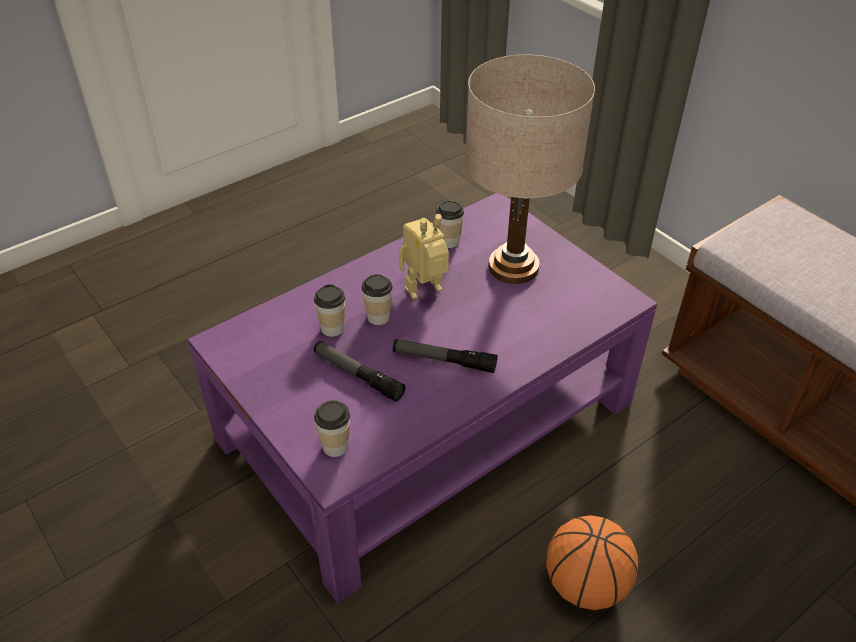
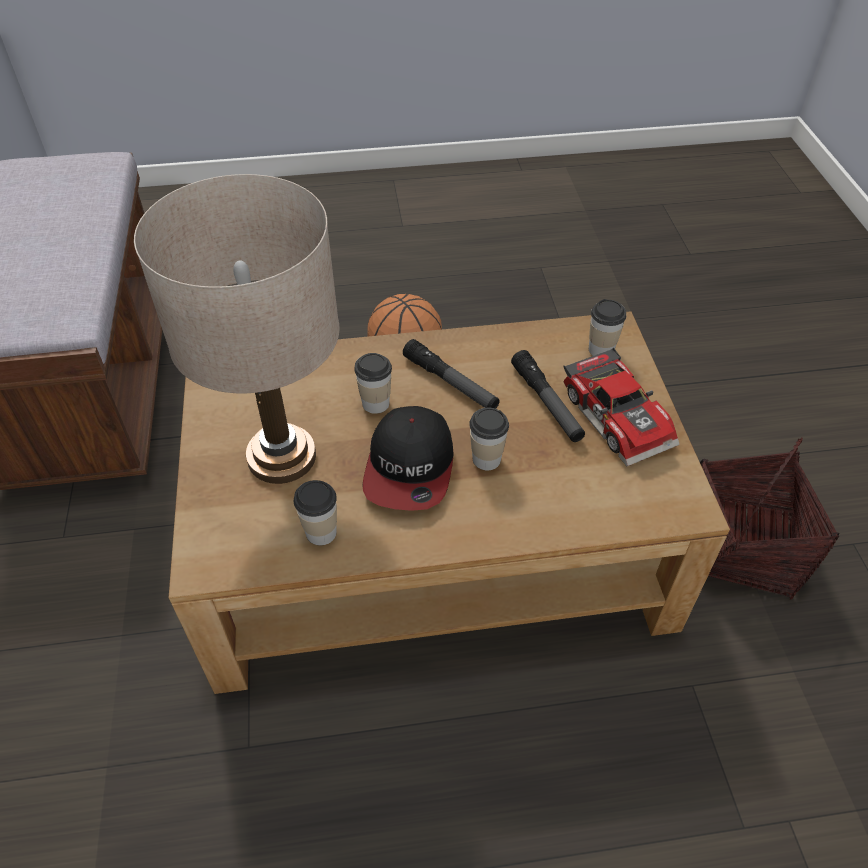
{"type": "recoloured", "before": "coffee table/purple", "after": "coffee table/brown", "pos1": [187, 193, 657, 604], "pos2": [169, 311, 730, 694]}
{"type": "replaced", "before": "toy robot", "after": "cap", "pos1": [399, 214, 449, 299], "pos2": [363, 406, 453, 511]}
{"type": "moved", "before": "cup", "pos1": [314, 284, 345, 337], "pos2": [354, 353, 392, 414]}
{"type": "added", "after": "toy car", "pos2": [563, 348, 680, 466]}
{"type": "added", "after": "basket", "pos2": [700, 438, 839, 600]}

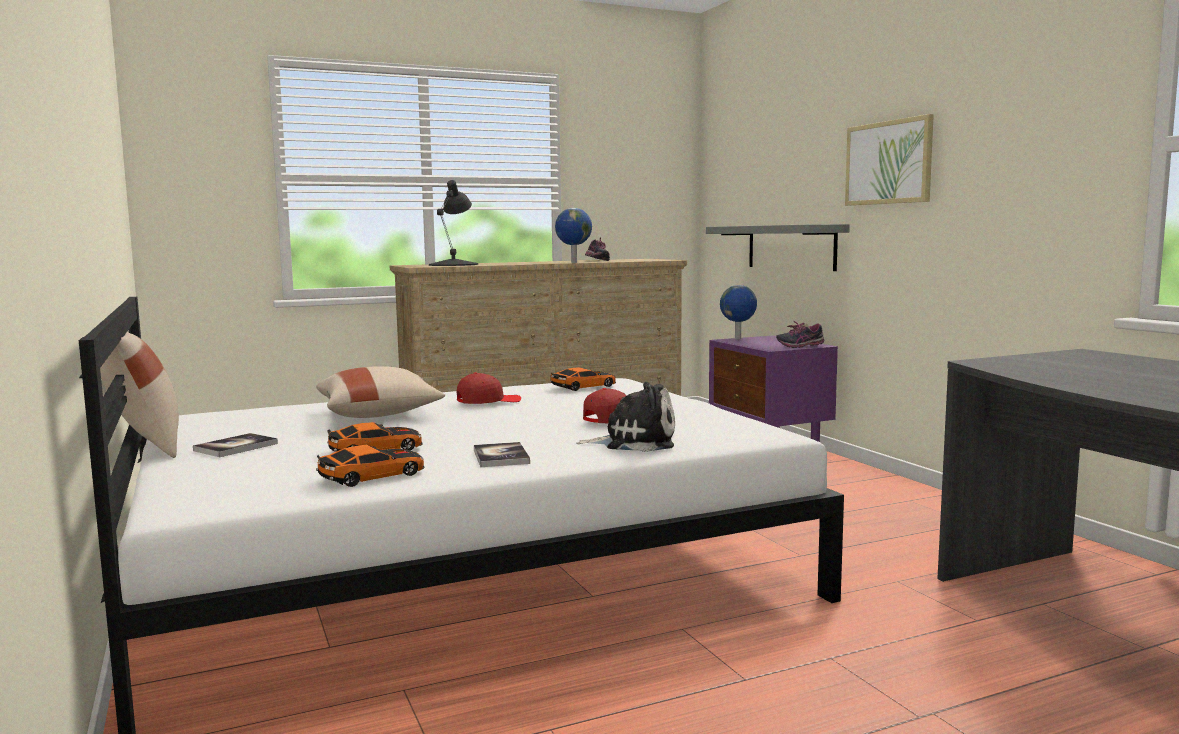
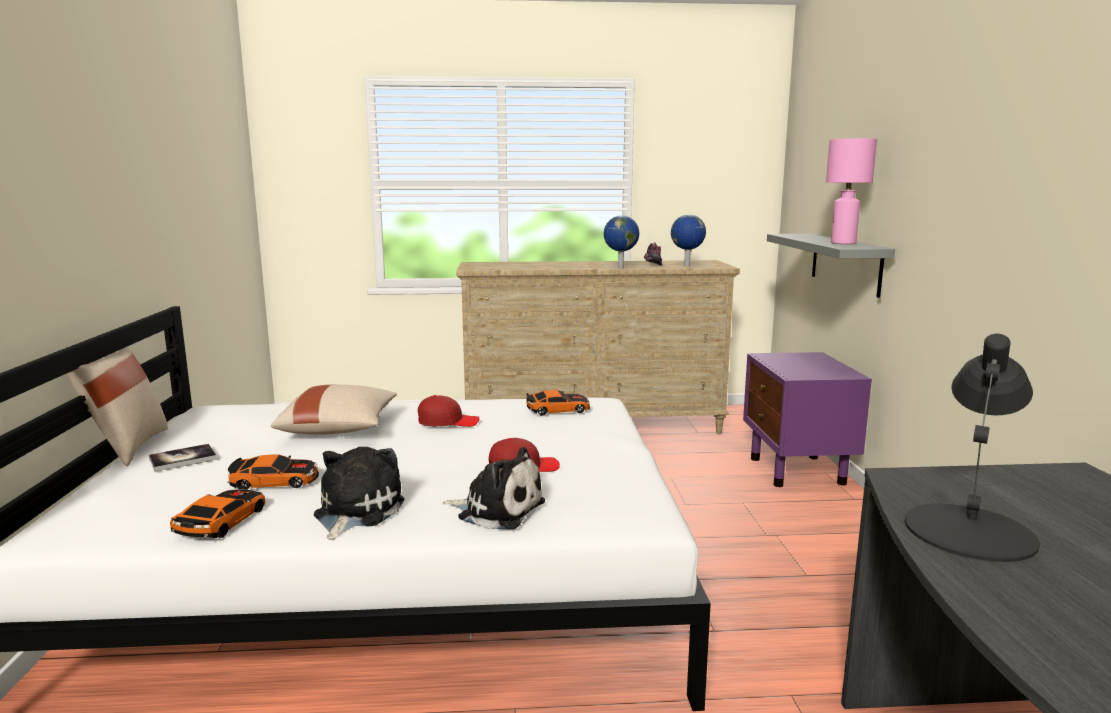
{"type": "removed", "before": "picture", "pos1": [845, 114, 934, 206]}
{"type": "moved", "before": "table lamp/black", "pos1": [429, 180, 478, 266], "pos2": [905, 334, 1040, 562]}
{"type": "moved", "before": "globe", "pos1": [720, 285, 757, 339], "pos2": [671, 214, 706, 266]}
{"type": "removed", "before": "shoe", "pos1": [776, 321, 825, 348]}
{"type": "replaced", "before": "book", "after": "plush toy", "pos1": [474, 442, 530, 467], "pos2": [314, 447, 404, 540]}
{"type": "turned", "before": "toy car", "pos1": [316, 445, 425, 487], "pos2": [170, 489, 265, 538], "turn": -60}
{"type": "added", "after": "table lamp/pink", "pos2": [826, 138, 877, 244]}

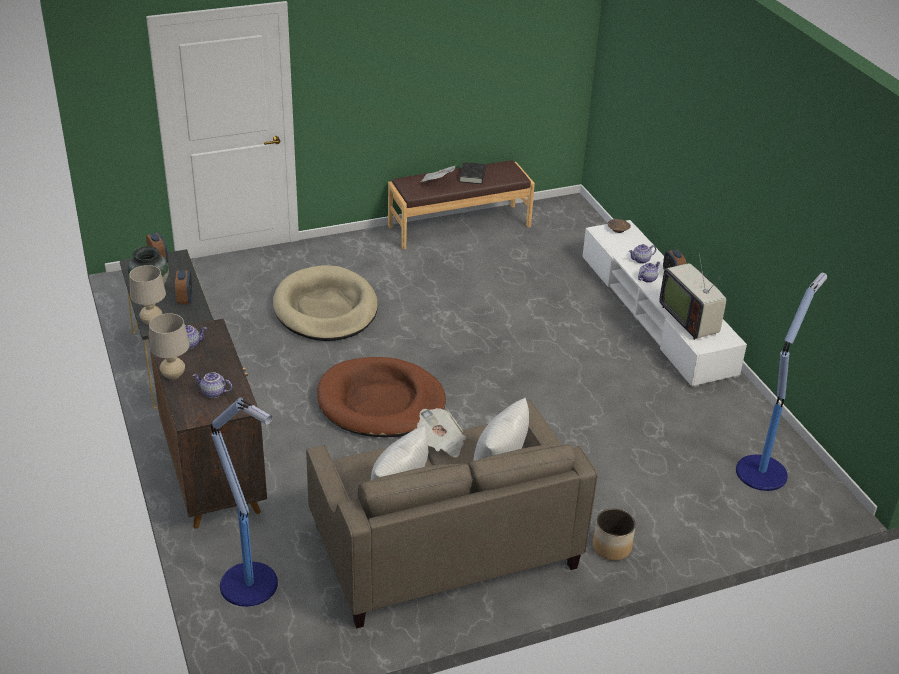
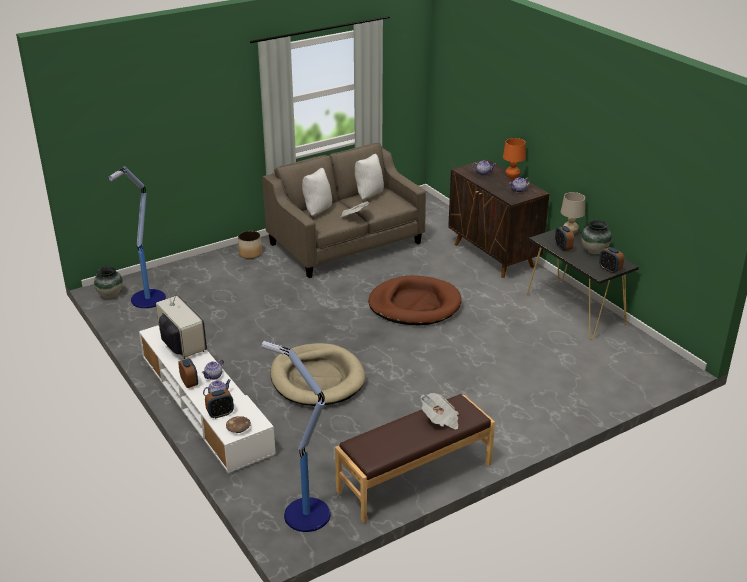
{"type": "removed", "before": "book/black", "pos1": [460, 162, 486, 184]}
{"type": "moved", "before": "dog bed/beige", "pos1": [273, 265, 378, 341], "pos2": [270, 343, 365, 406]}
{"type": "recoloured", "before": "table lamp/beige", "after": "table lamp/orange", "pos1": [149, 313, 189, 380], "pos2": [503, 138, 526, 179]}
{"type": "moved", "before": "floor lamp", "pos1": [211, 397, 278, 607], "pos2": [262, 341, 331, 532]}
{"type": "added", "after": "vase", "pos2": [94, 266, 123, 298]}
{"type": "added", "after": "alarm clock", "pos2": [205, 389, 234, 419]}

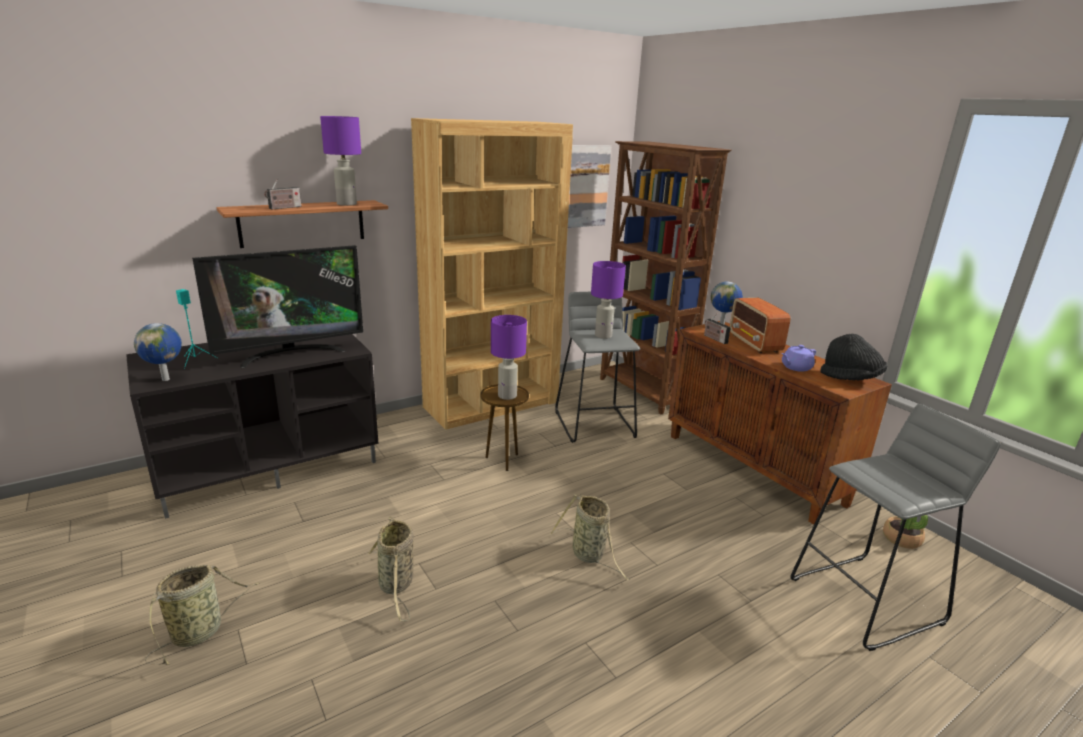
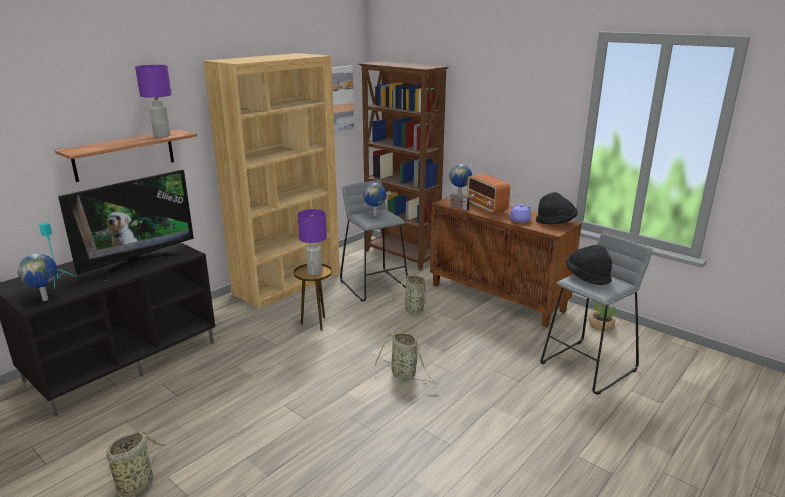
{"type": "removed", "before": "radio", "pos1": [264, 178, 302, 209]}
{"type": "replaced", "before": "table lamp/purple", "after": "globe", "pos1": [591, 261, 626, 339], "pos2": [363, 183, 386, 217]}
{"type": "moved", "before": "basket", "pos1": [367, 517, 414, 622], "pos2": [392, 274, 435, 320]}
{"type": "added", "after": "hat/black", "pos2": [566, 245, 612, 285]}

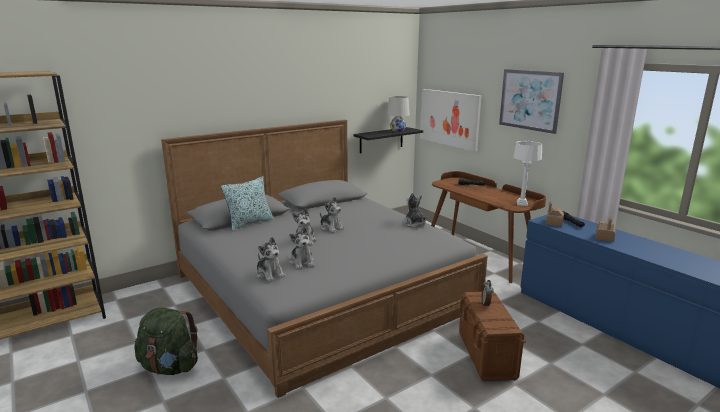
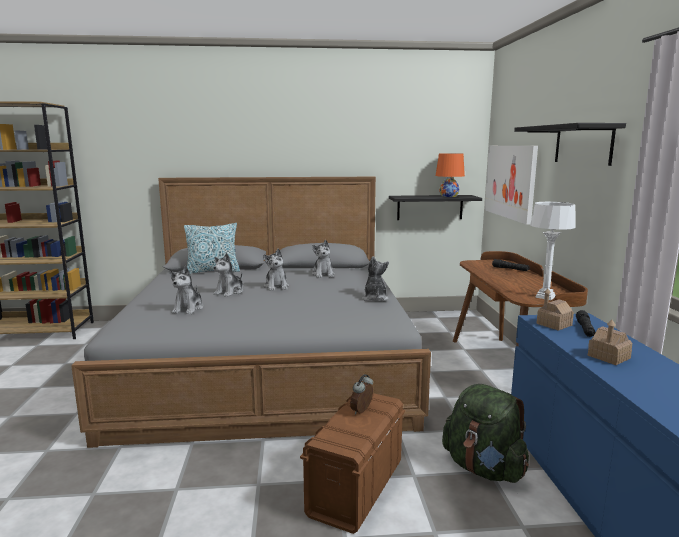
{"type": "replaced", "before": "picture", "after": "shelf/black", "pos1": [499, 69, 564, 134], "pos2": [514, 123, 626, 166]}
{"type": "recoloured", "before": "table lamp/white", "after": "table lamp/orange", "pos1": [387, 96, 410, 132], "pos2": [436, 153, 465, 197]}
{"type": "moved", "before": "plush toy", "pos1": [256, 237, 286, 282], "pos2": [312, 240, 335, 278]}
{"type": "moved", "before": "backpack/green", "pos1": [134, 307, 198, 375], "pos2": [442, 384, 529, 483]}

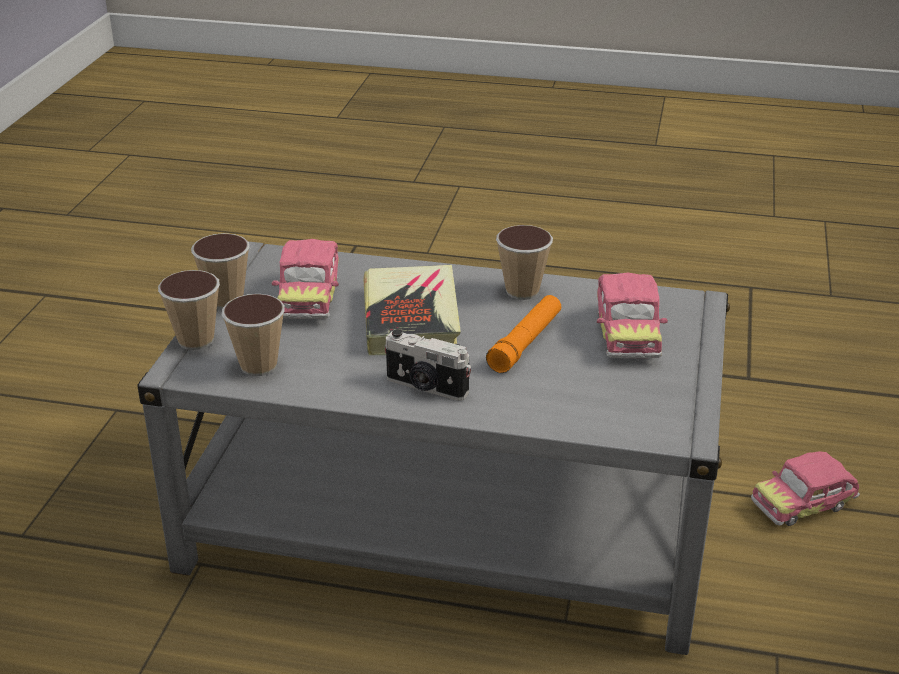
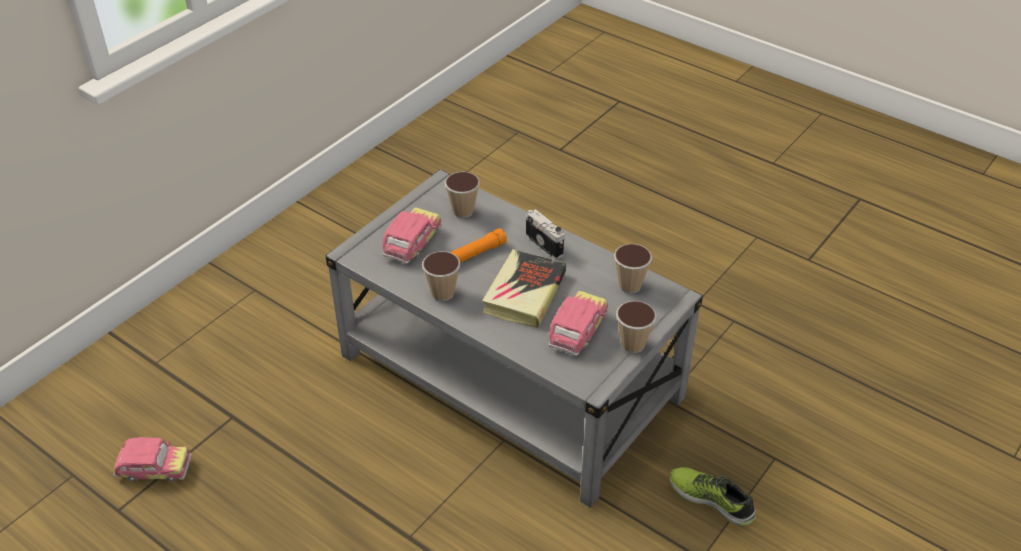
{"type": "moved", "before": "cup", "pos1": [158, 270, 220, 350], "pos2": [445, 172, 480, 218]}
{"type": "moved", "before": "toy car", "pos1": [751, 451, 860, 526], "pos2": [113, 437, 191, 482]}
{"type": "added", "after": "shoe", "pos2": [670, 467, 756, 527]}

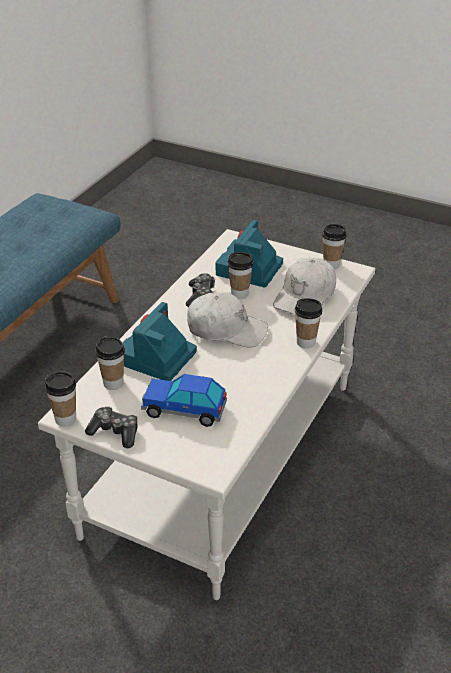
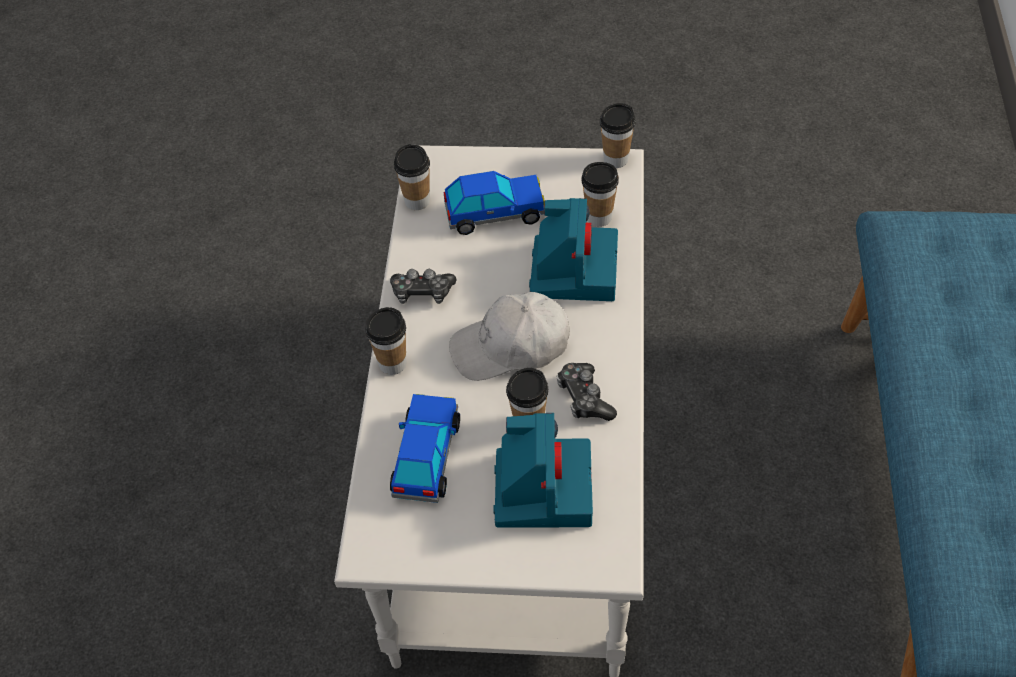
{"type": "moved", "before": "cup", "pos1": [322, 224, 347, 269], "pos2": [394, 144, 430, 210]}
{"type": "replaced", "before": "cap/white", "after": "toy car", "pos1": [273, 258, 336, 315], "pos2": [390, 394, 460, 503]}
{"type": "moved", "before": "game controller", "pos1": [85, 406, 138, 448], "pos2": [390, 269, 457, 304]}

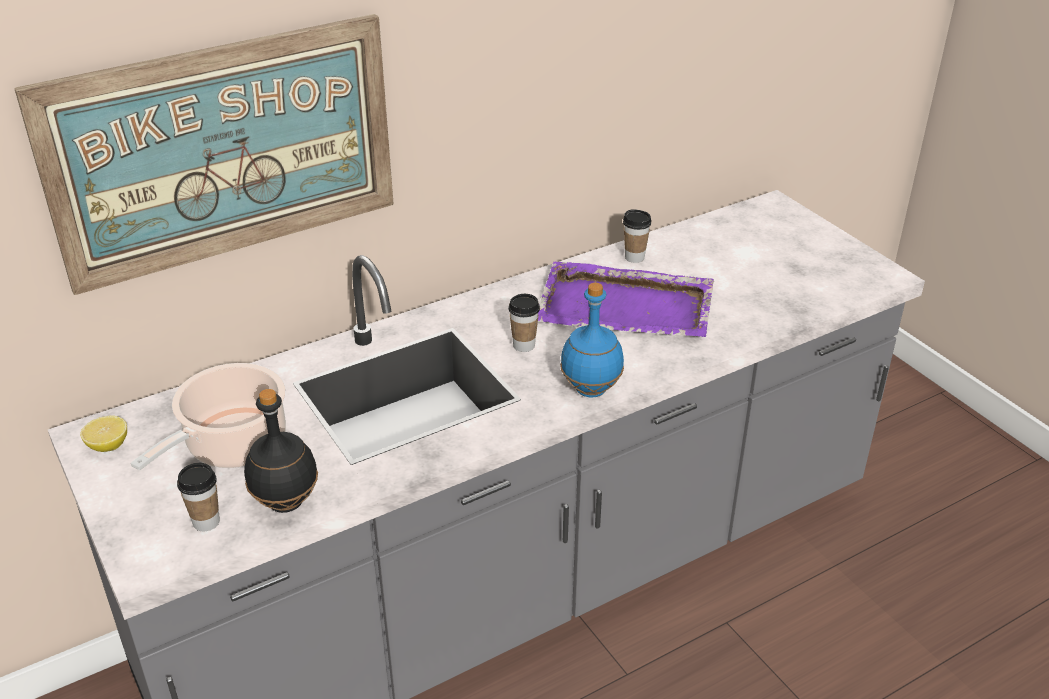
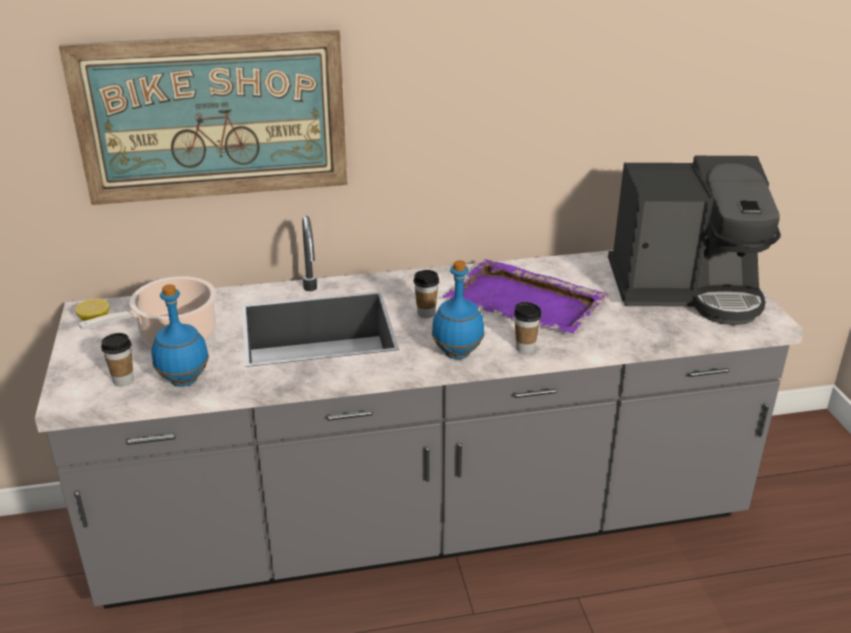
{"type": "moved", "before": "cup", "pos1": [623, 210, 652, 263], "pos2": [514, 302, 542, 354]}
{"type": "recoloured", "before": "bottle/black", "after": "bottle/blue", "pos1": [244, 389, 318, 513], "pos2": [151, 284, 209, 387]}
{"type": "added", "after": "coffee machine", "pos2": [608, 156, 781, 325]}

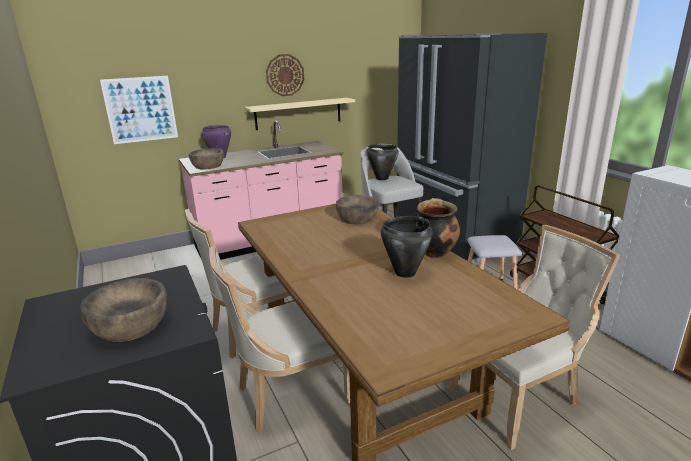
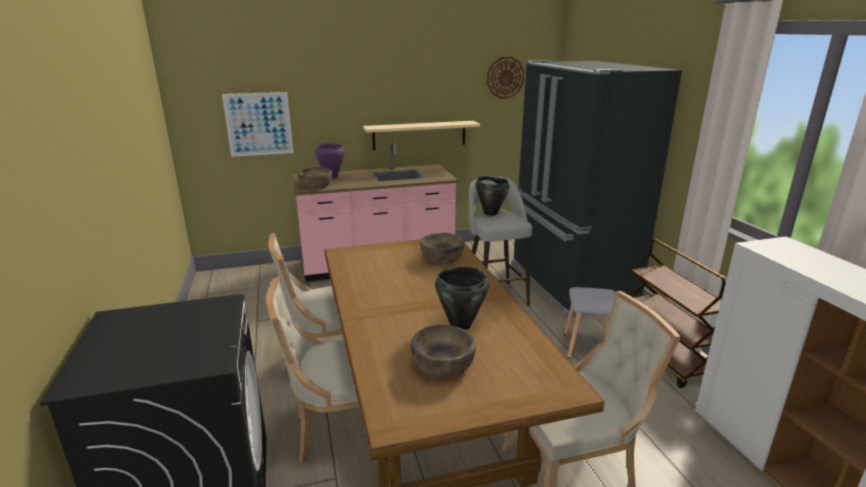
{"type": "moved", "before": "wall clock", "pos1": [266, 54, 304, 96], "pos2": [487, 57, 525, 99]}
{"type": "removed", "before": "cooking pot", "pos1": [416, 198, 460, 258]}
{"type": "moved", "before": "bowl/brown", "pos1": [80, 278, 167, 342], "pos2": [411, 325, 476, 379]}

